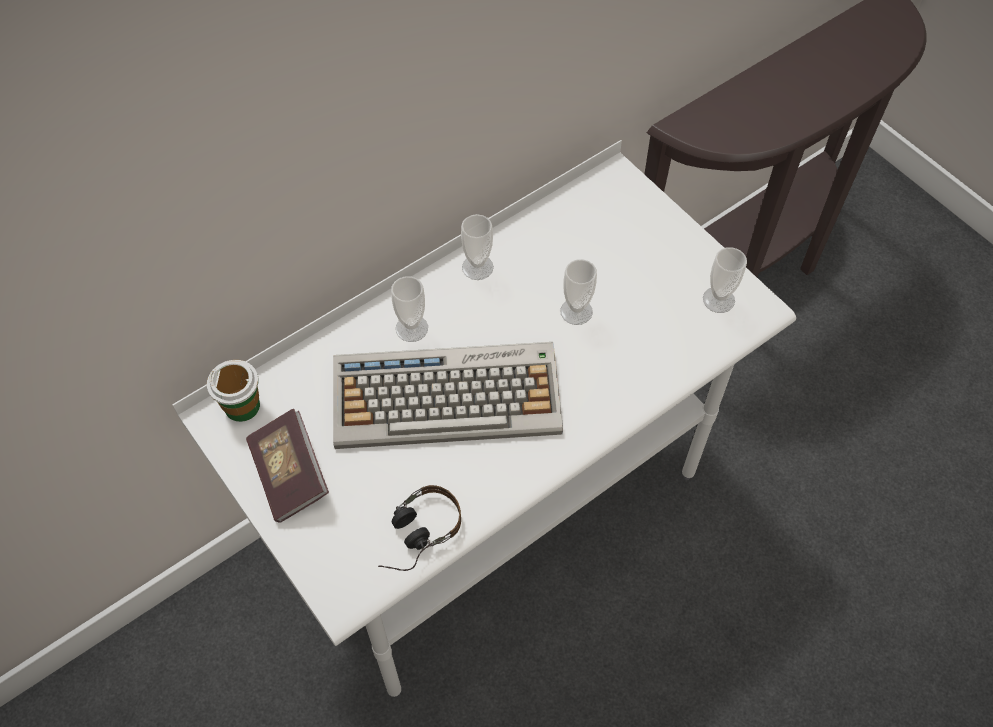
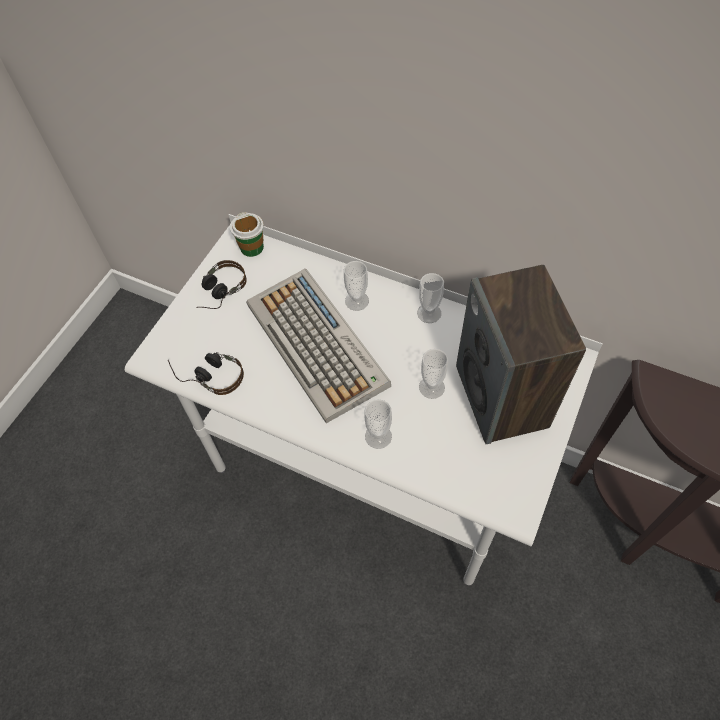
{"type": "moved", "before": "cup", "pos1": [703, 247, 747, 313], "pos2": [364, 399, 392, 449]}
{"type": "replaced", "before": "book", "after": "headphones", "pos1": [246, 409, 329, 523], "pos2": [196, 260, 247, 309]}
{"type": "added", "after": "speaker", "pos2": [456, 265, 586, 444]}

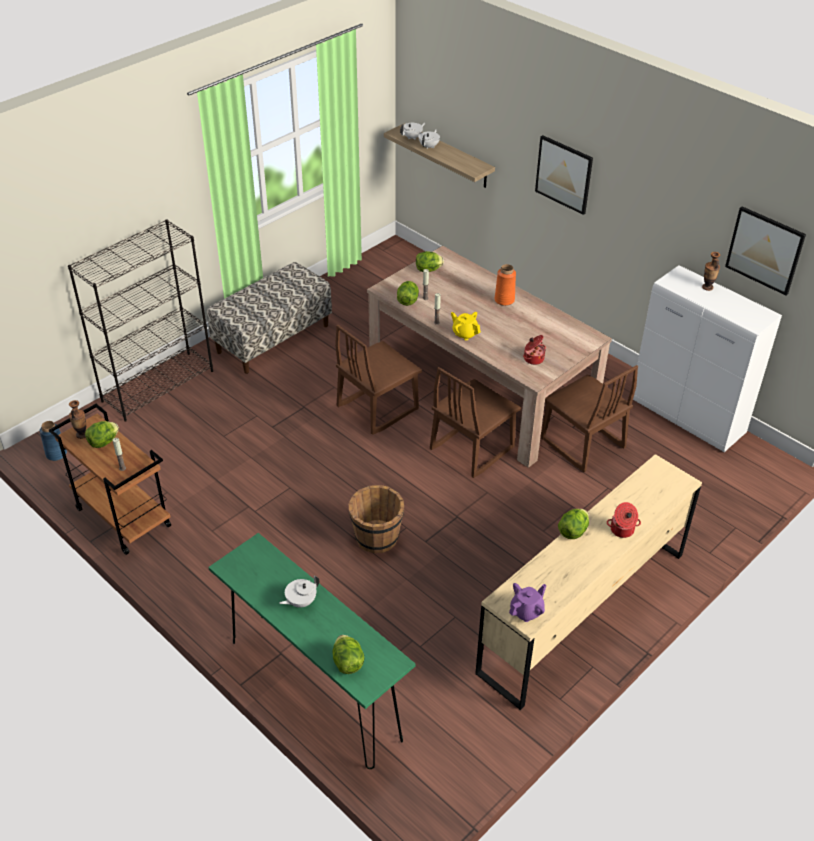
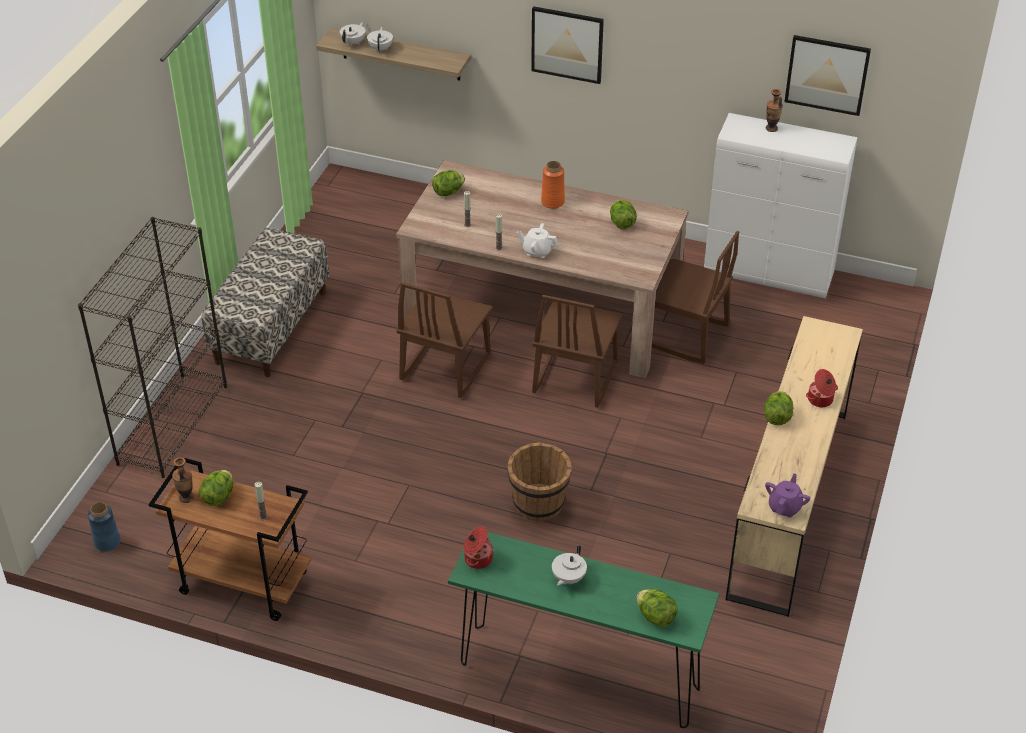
{"type": "moved", "before": "lettuce", "pos1": [397, 281, 419, 306], "pos2": [610, 200, 637, 229]}
{"type": "recoloured", "before": "teapot/yellow", "after": "teapot/white", "pos1": [451, 312, 481, 340], "pos2": [517, 223, 558, 258]}
{"type": "moved", "before": "cooking pot", "pos1": [523, 335, 546, 365], "pos2": [464, 527, 494, 569]}

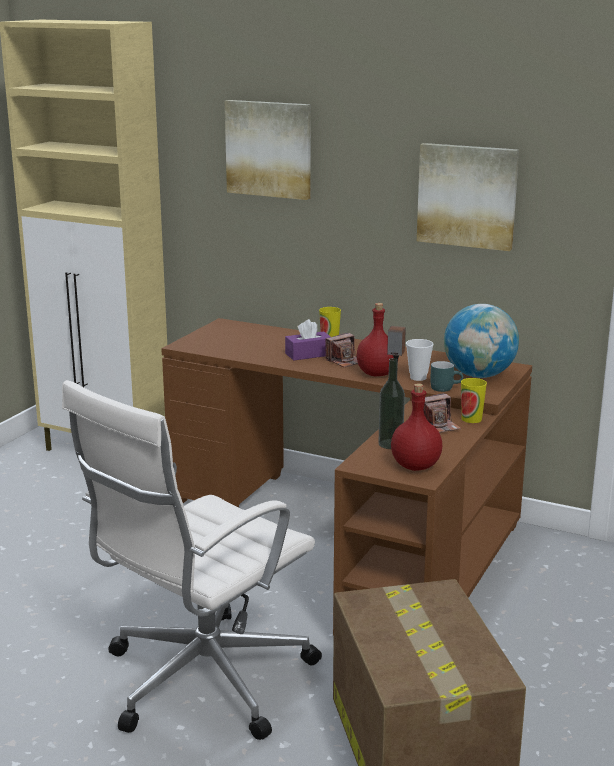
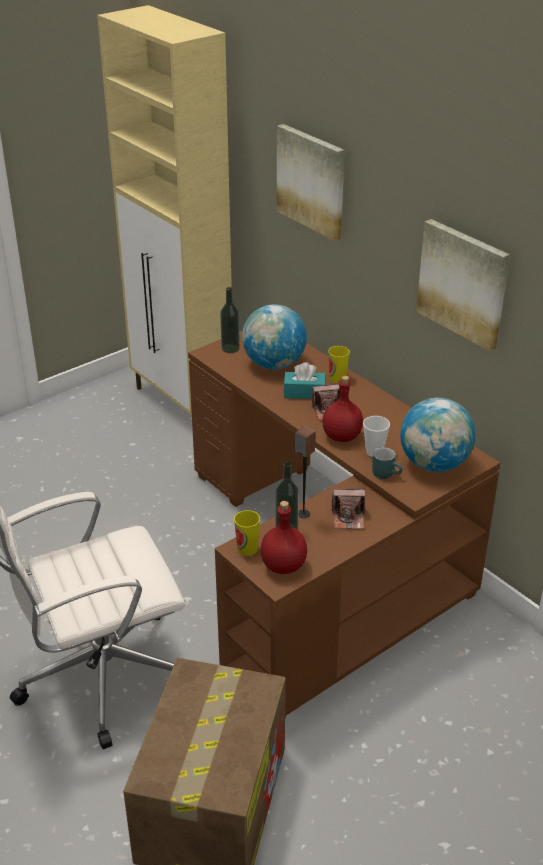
{"type": "recoloured", "before": "tissue box/purple", "after": "tissue box/turquoise", "pos1": [285, 319, 331, 361], "pos2": [284, 362, 326, 399]}
{"type": "moved", "before": "cup", "pos1": [461, 378, 487, 423], "pos2": [234, 510, 260, 556]}
{"type": "added", "after": "bottle", "pos2": [220, 287, 240, 353]}
{"type": "added", "after": "globe", "pos2": [242, 304, 307, 369]}

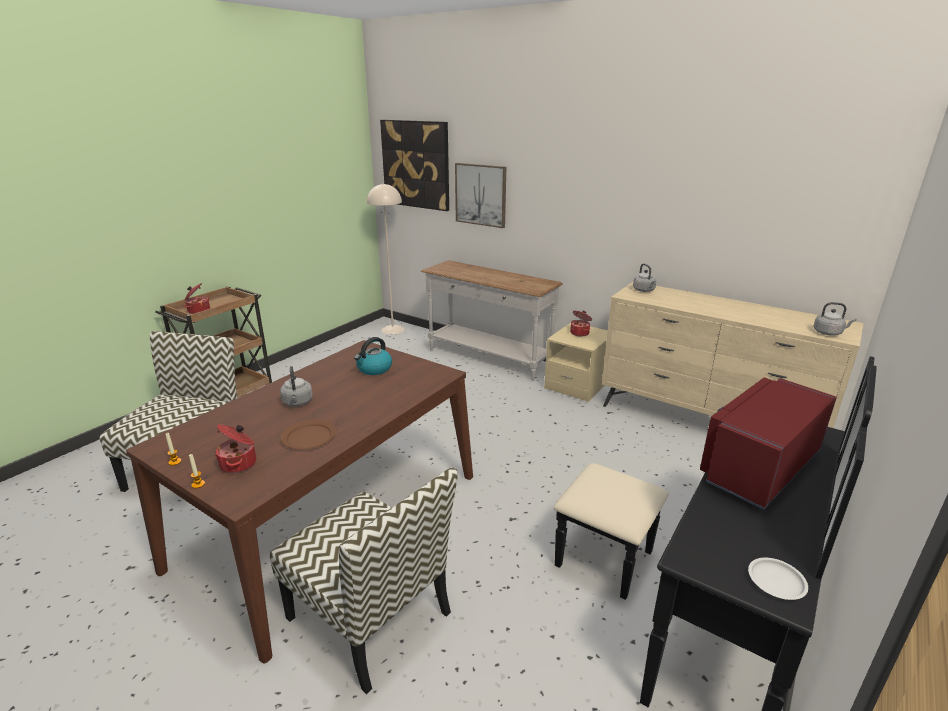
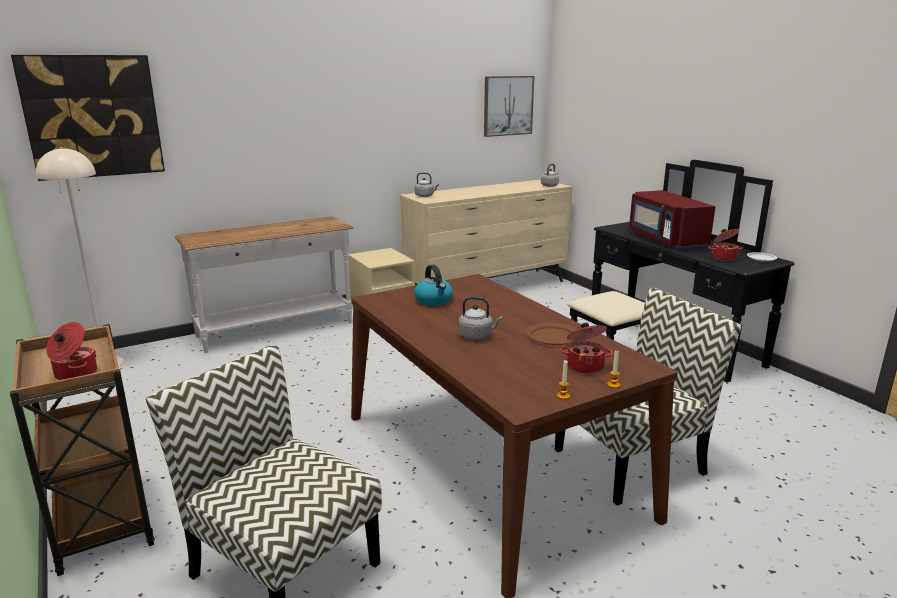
{"type": "moved", "before": "picture", "pos1": [455, 163, 506, 228], "pos2": [484, 76, 534, 137]}
{"type": "moved", "before": "cooking pot", "pos1": [570, 311, 592, 337], "pos2": [708, 229, 743, 261]}

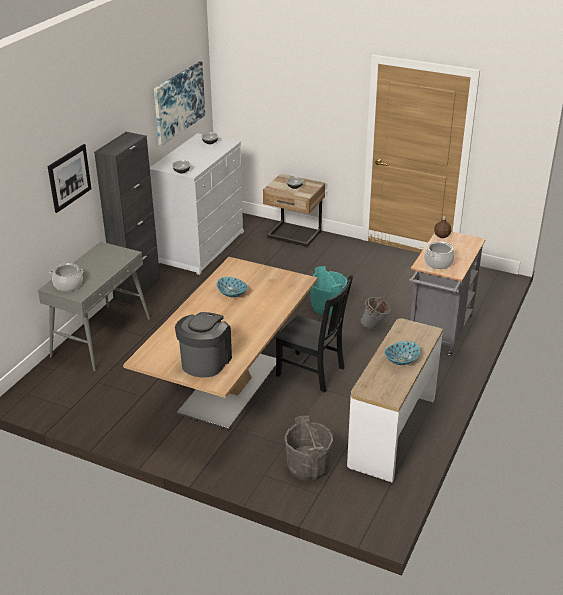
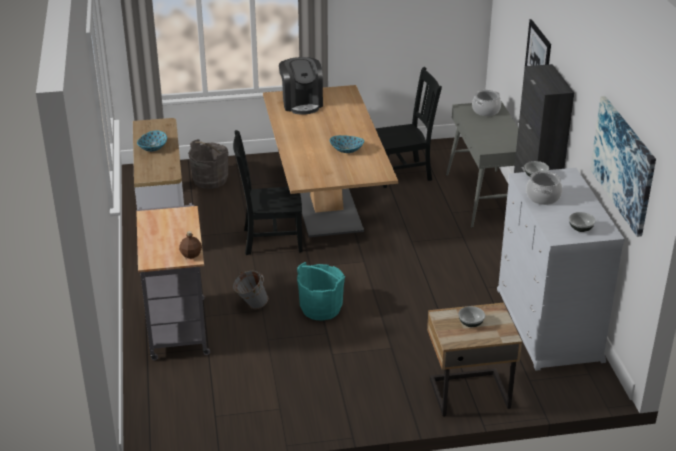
{"type": "moved", "before": "cooking pot", "pos1": [424, 241, 454, 269], "pos2": [526, 171, 562, 205]}
{"type": "added", "after": "chair/black", "pos2": [376, 67, 442, 188]}

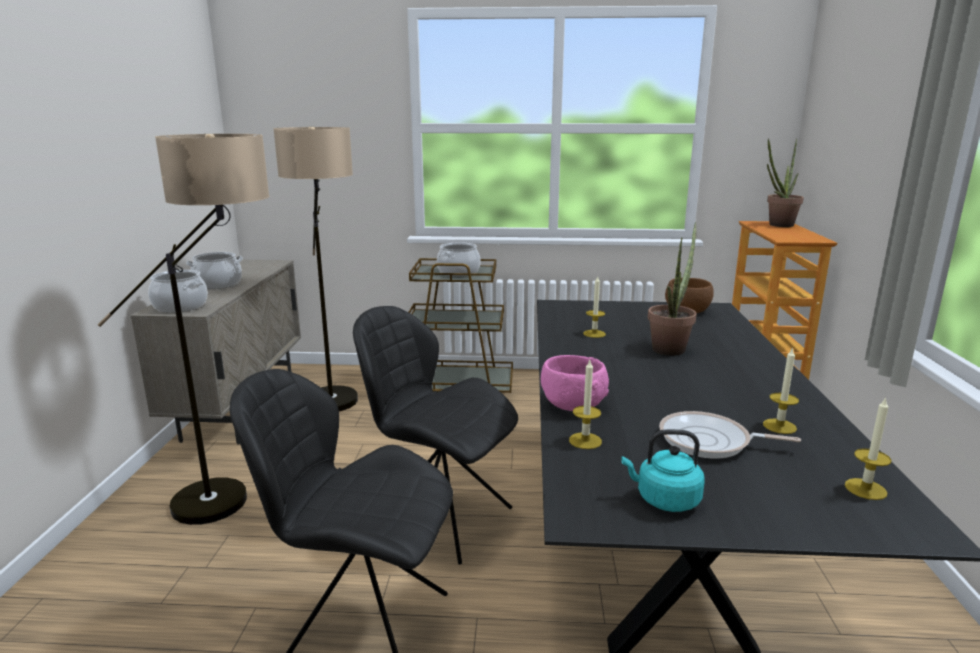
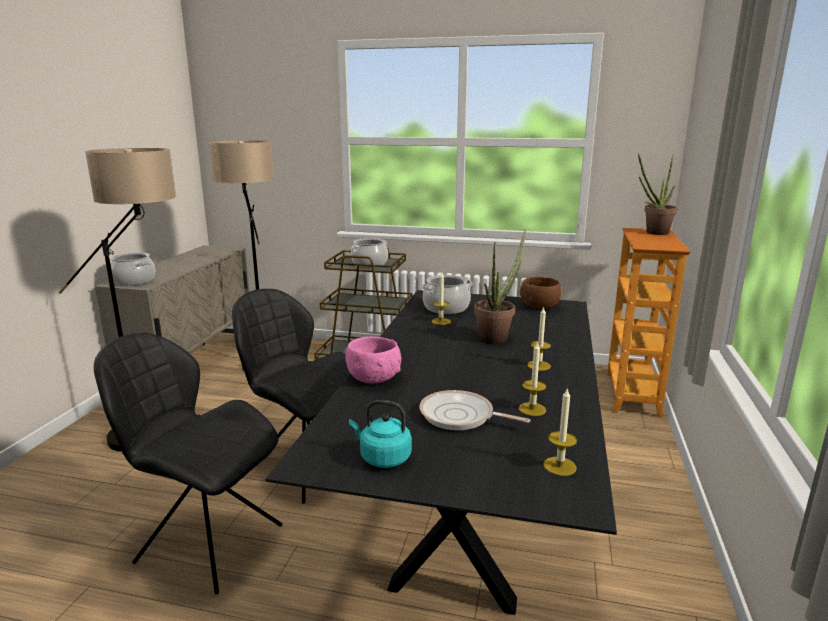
{"type": "moved", "before": "cooking pot", "pos1": [186, 252, 243, 289], "pos2": [421, 275, 472, 314]}
{"type": "moved", "before": "candle", "pos1": [569, 360, 602, 449], "pos2": [527, 306, 551, 371]}

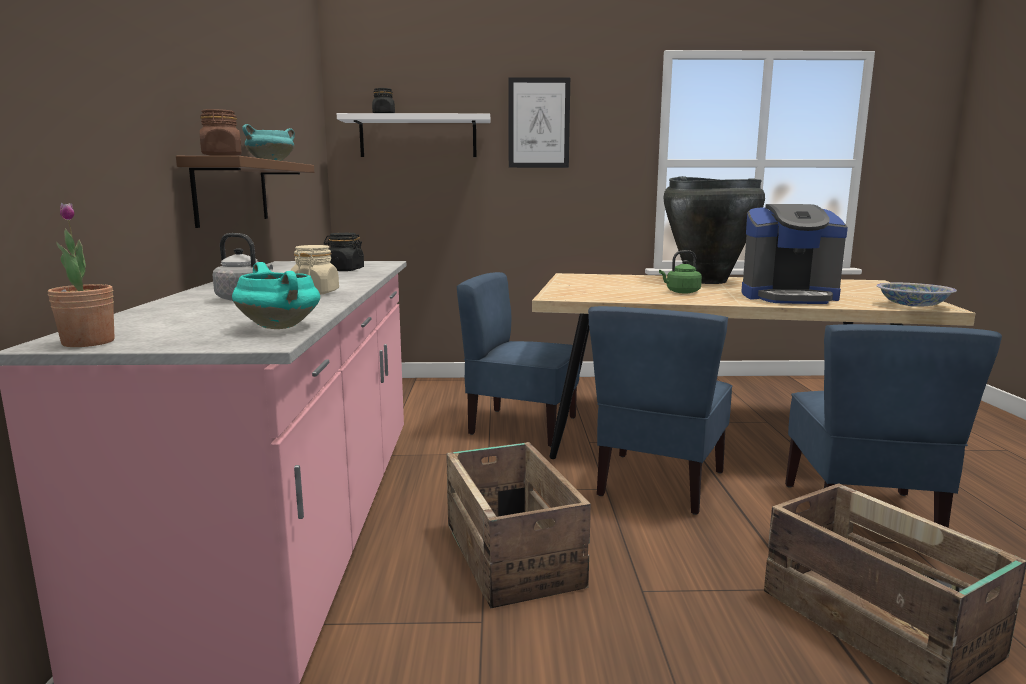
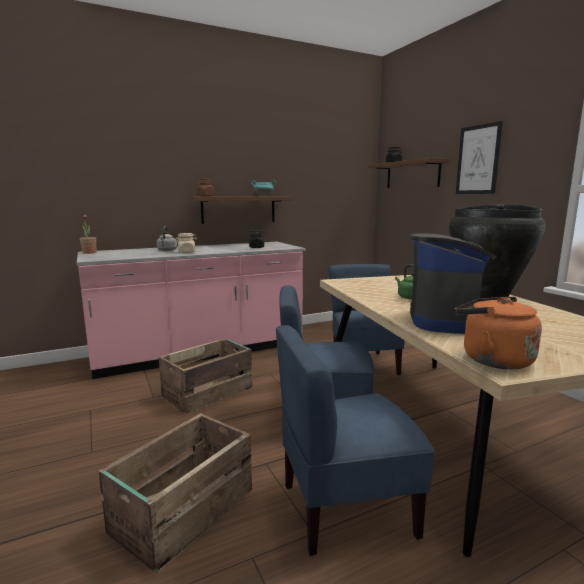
{"type": "recoloured", "before": "shelf/white", "after": "shelf/brown", "pos1": [337, 113, 491, 157], "pos2": [368, 157, 449, 188]}
{"type": "turned", "before": "coffee machine", "pos1": [741, 204, 848, 304], "pos2": [410, 234, 496, 334], "turn": -150}
{"type": "removed", "before": "cooking pot/turquoise", "pos1": [232, 262, 320, 329]}
{"type": "replaced", "before": "bowl", "after": "kettle/orange", "pos1": [877, 283, 957, 307], "pos2": [455, 297, 542, 369]}

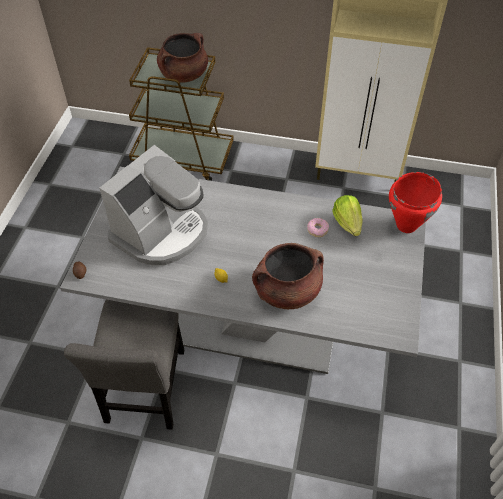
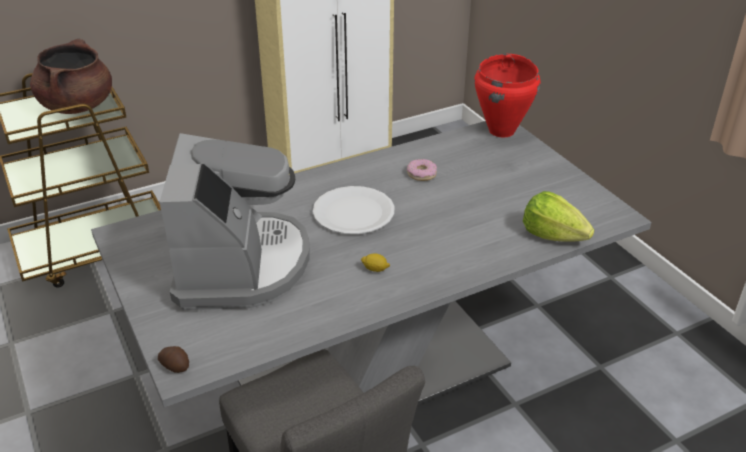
{"type": "moved", "before": "lettuce", "pos1": [332, 195, 363, 236], "pos2": [523, 191, 594, 242]}
{"type": "removed", "before": "cooking pot/brown", "pos1": [252, 243, 324, 309]}
{"type": "added", "after": "plate/white", "pos2": [313, 186, 395, 234]}

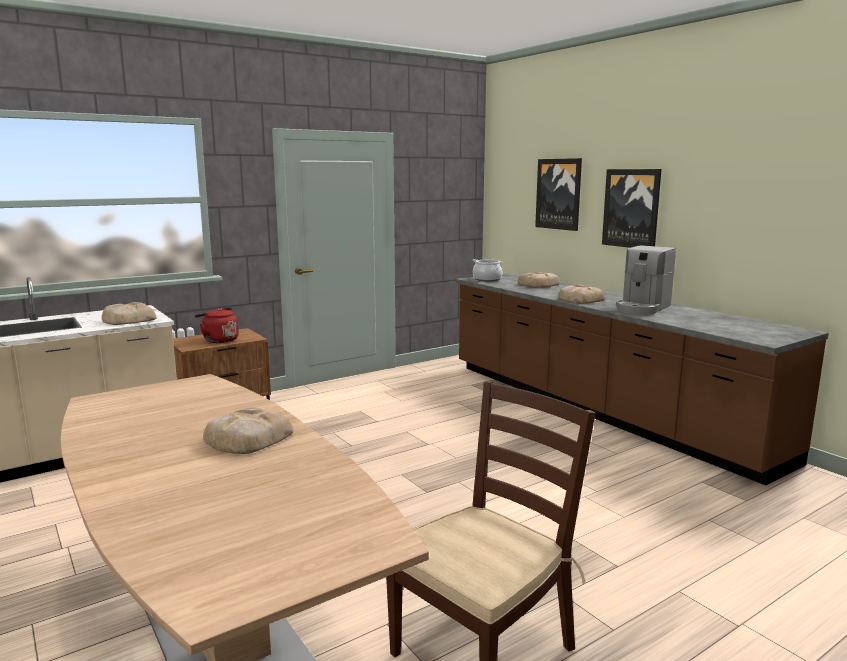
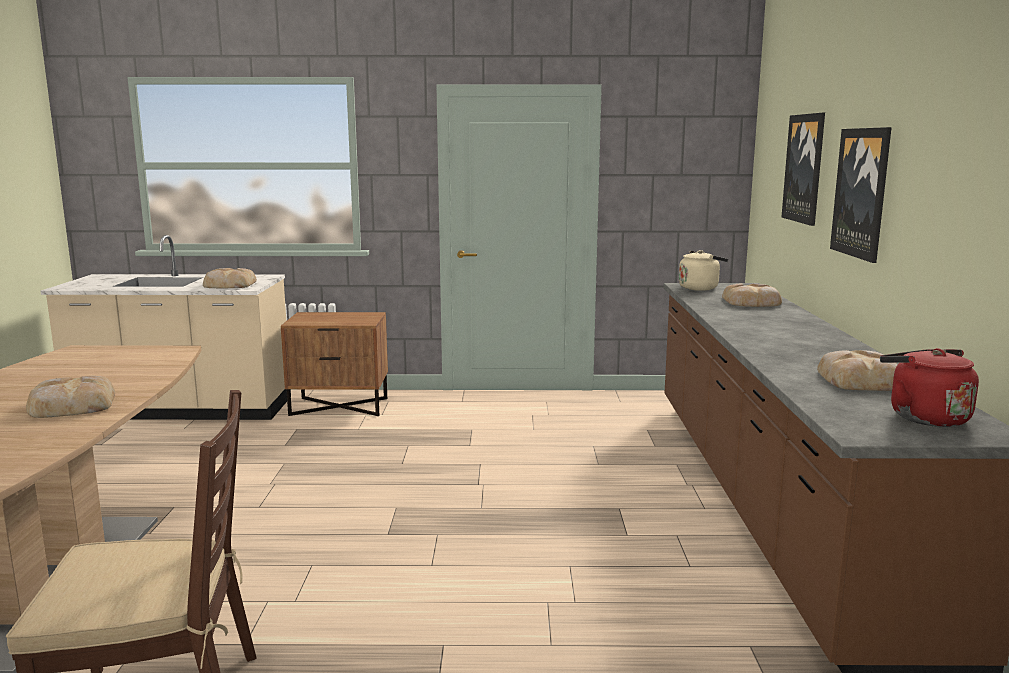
{"type": "removed", "before": "coffee machine", "pos1": [616, 245, 676, 315]}
{"type": "replaced", "before": "cooking pot", "after": "kettle/beige", "pos1": [473, 259, 503, 282], "pos2": [679, 250, 728, 291]}
{"type": "moved", "before": "bread", "pos1": [558, 285, 605, 304], "pos2": [817, 350, 898, 391]}
{"type": "moved", "before": "kettle/red", "pos1": [195, 307, 239, 343], "pos2": [880, 348, 979, 427]}

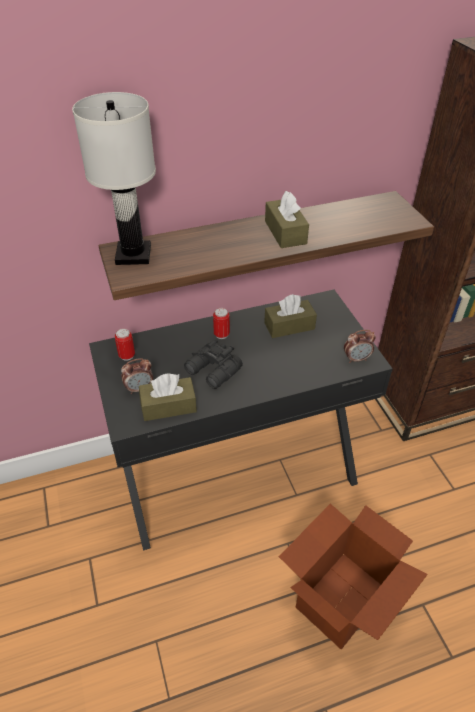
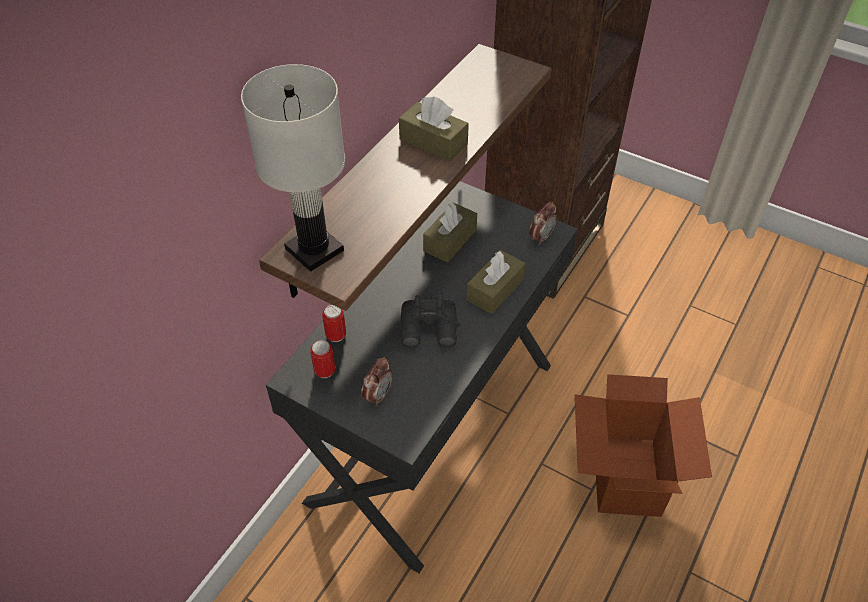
{"type": "moved", "before": "can", "pos1": [213, 308, 230, 339], "pos2": [322, 304, 346, 342]}
{"type": "moved", "before": "tissue box/brown", "pos1": [139, 373, 197, 421], "pos2": [467, 250, 526, 314]}

